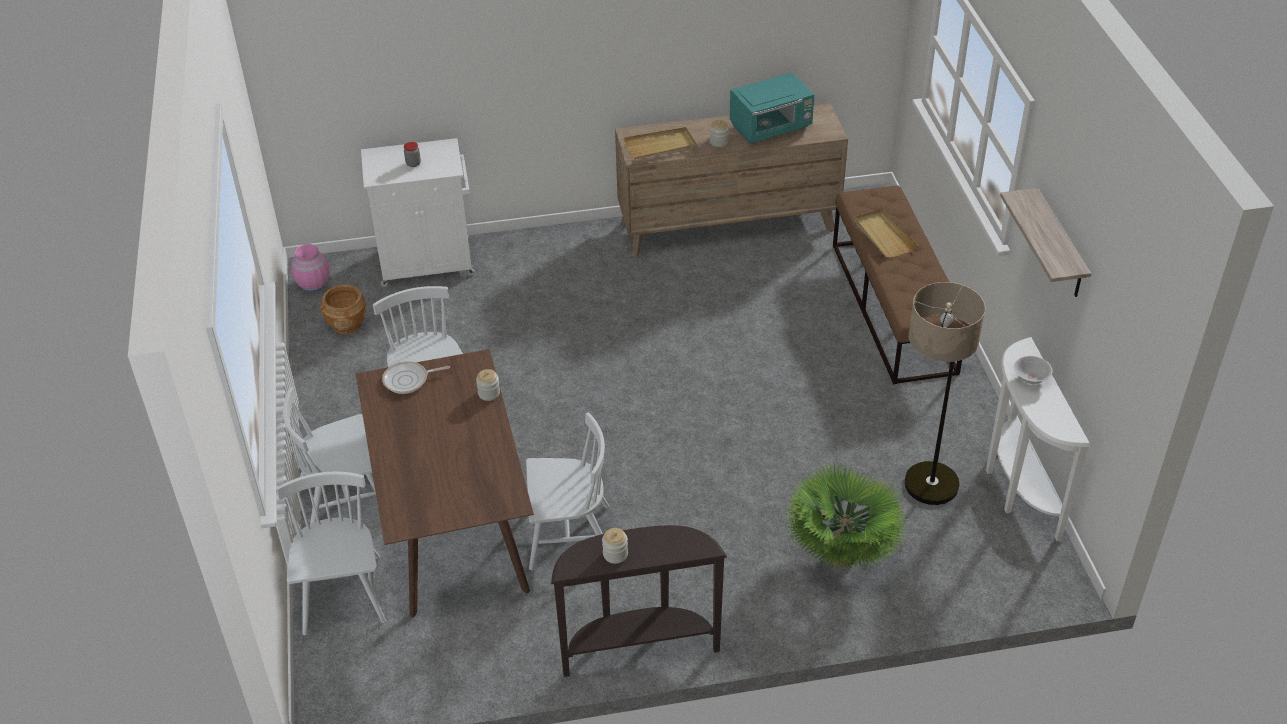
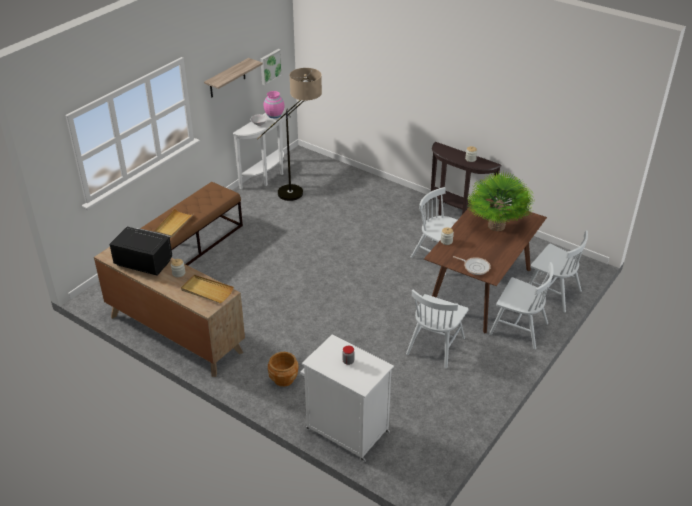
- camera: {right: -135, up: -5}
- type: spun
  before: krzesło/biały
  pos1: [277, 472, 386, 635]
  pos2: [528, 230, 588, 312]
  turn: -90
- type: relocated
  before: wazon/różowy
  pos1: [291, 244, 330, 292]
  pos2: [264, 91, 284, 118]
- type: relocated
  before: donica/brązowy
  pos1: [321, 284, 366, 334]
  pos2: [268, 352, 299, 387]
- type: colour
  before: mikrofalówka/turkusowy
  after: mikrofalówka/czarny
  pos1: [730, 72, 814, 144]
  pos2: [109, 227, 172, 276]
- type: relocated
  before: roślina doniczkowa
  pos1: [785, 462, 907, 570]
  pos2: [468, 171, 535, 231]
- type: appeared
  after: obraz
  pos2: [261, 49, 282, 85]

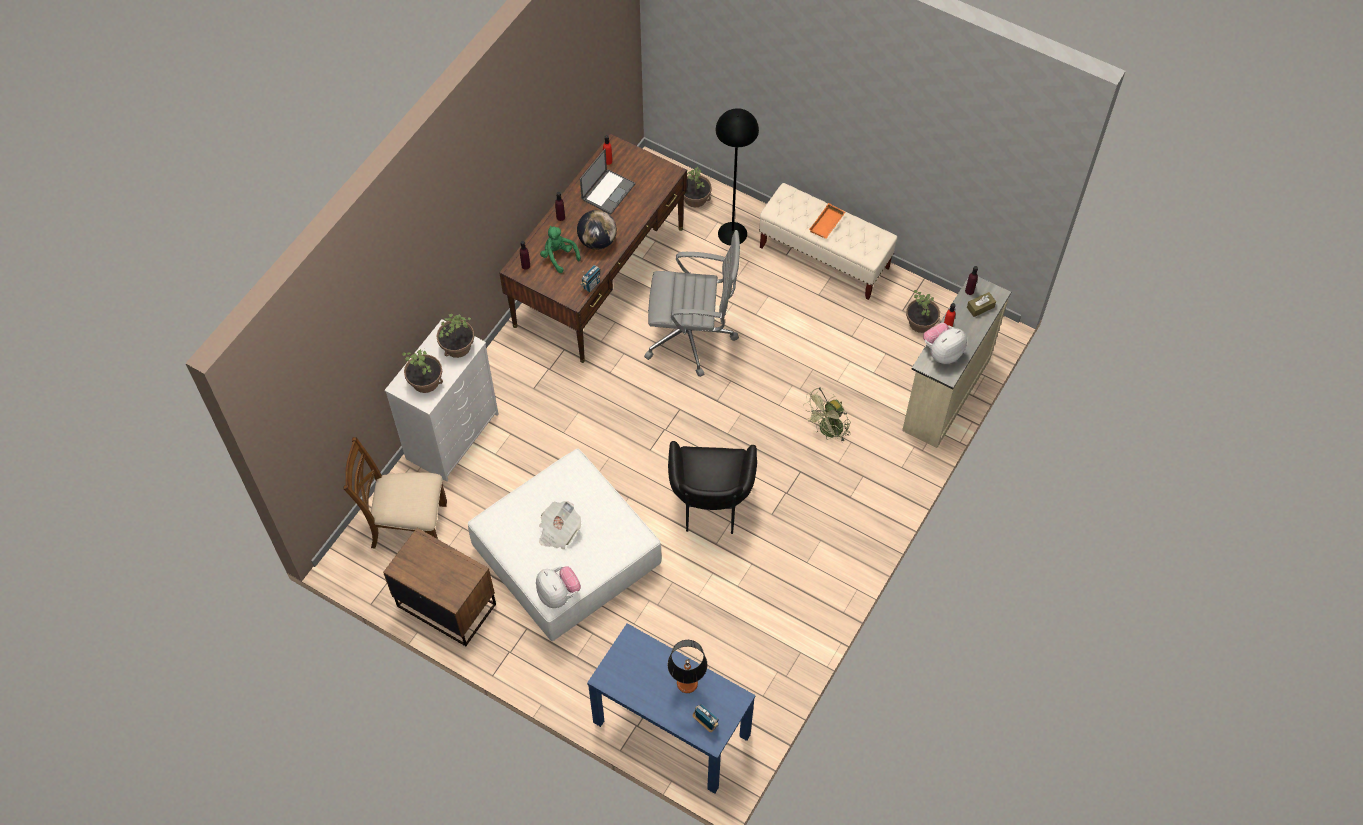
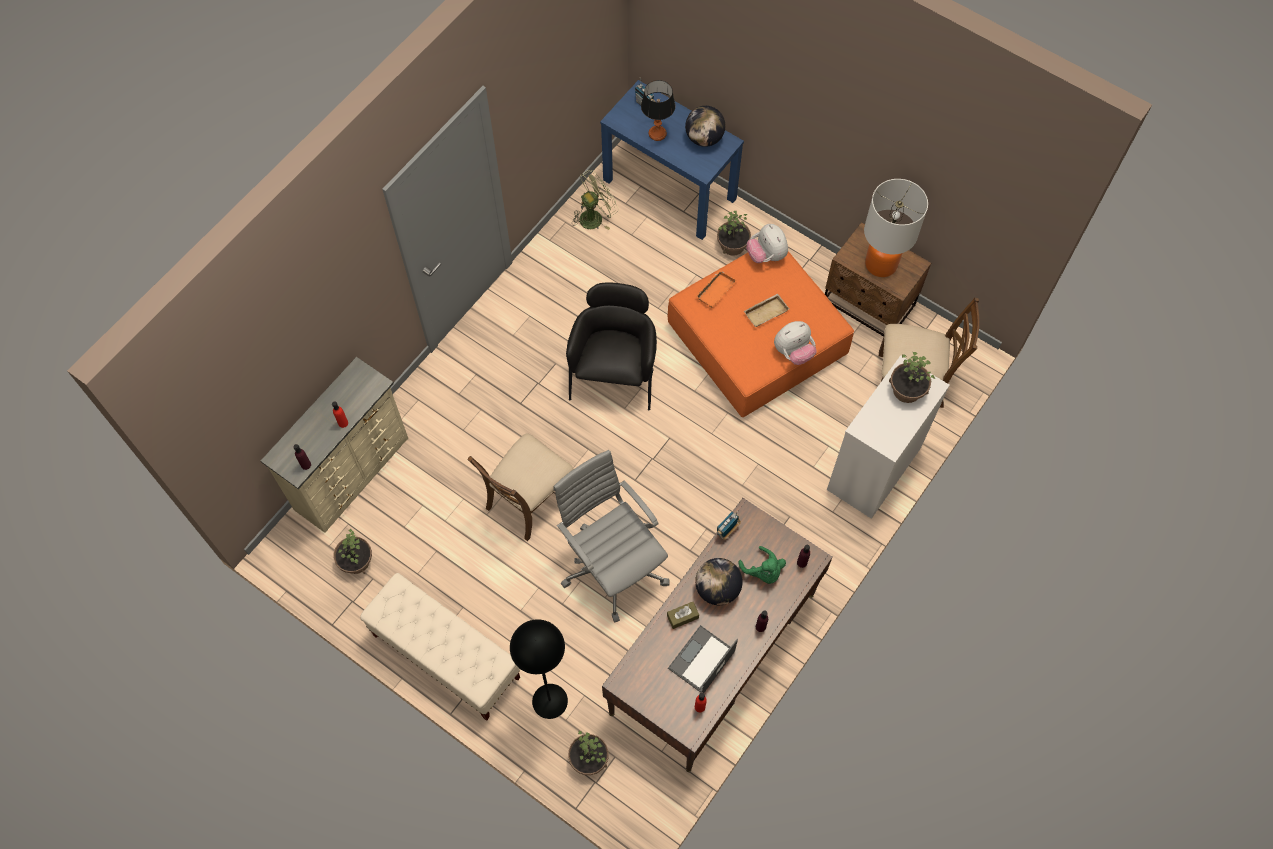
- camera: {right: -175, up: 5}
- type: relocated
  before: roślina doniczkowa
  pos1: [437, 314, 474, 358]
  pos2: [717, 211, 751, 256]
- type: colour
  before: pufa/biały
  after: pufa/pomarańczowy
  pos1: [468, 449, 661, 641]
  pos2: [668, 251, 854, 417]
- type: exchanged
  before: gazeta
  after: taca/beżowy
  pos1: [539, 501, 581, 549]
  pos2: [744, 293, 789, 327]
- type: spun
  before: krzesło biurowe/szary
  pos1: [644, 230, 740, 377]
  pos2: [553, 450, 670, 623]
  turn: 45
- type: relocated
  before: wentylator/zielony
  pos1: [803, 387, 851, 442]
  pos2: [572, 170, 619, 230]
- type: relocated
  before: taca/pomarańczowy
  pos1: [809, 203, 845, 239]
  pos2: [695, 269, 736, 308]
- type: relocated
  before: pluszak
  pos1: [923, 323, 967, 364]
  pos2: [774, 321, 816, 365]
- type: relocated
  before: pudełko chusteczek/brązowy
  pos1: [967, 292, 996, 317]
  pos2: [667, 602, 699, 629]
- type: appeared
  after: krzesło/brązowy
  pos2: [467, 433, 574, 541]
- type: appeared
  after: globus
  pos2: [685, 106, 725, 147]
- type: appeared
  after: lampa stołowa
  pos2: [864, 179, 928, 277]

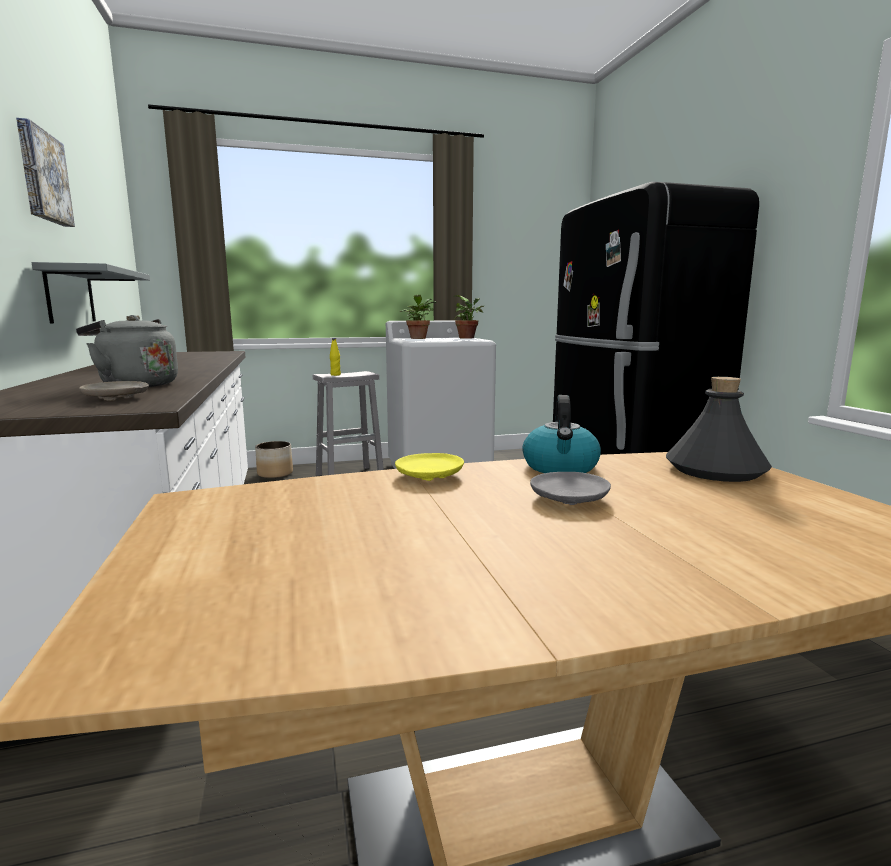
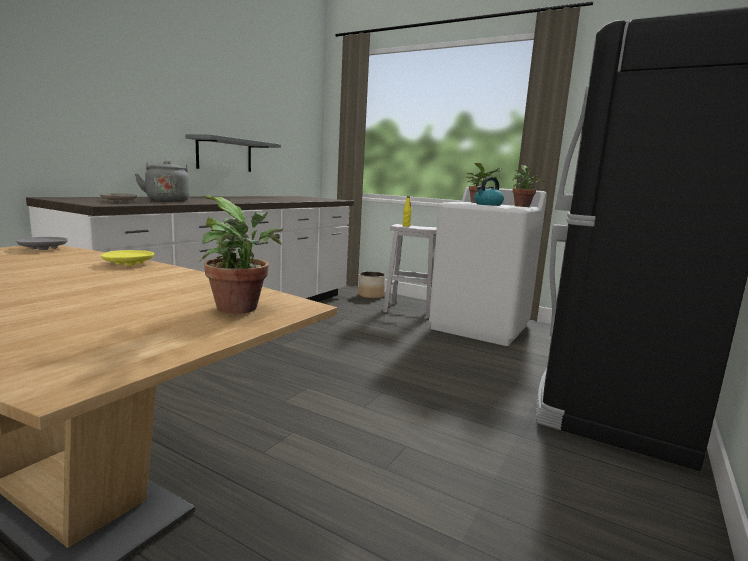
- camera: {right: 45, up: 0}
- type: missing
  before: obraz
  pos1: [16, 118, 75, 227]
- type: relocated
  before: czajnik
  pos1: [522, 395, 601, 473]
  pos2: [474, 177, 504, 206]
- type: relocated
  before: talerz/szary
  pos1: [530, 472, 611, 505]
  pos2: [16, 237, 68, 250]
- type: exchanged
  before: butelka/szary
  after: roślina doniczkowa
  pos1: [666, 377, 772, 482]
  pos2: [200, 196, 283, 314]

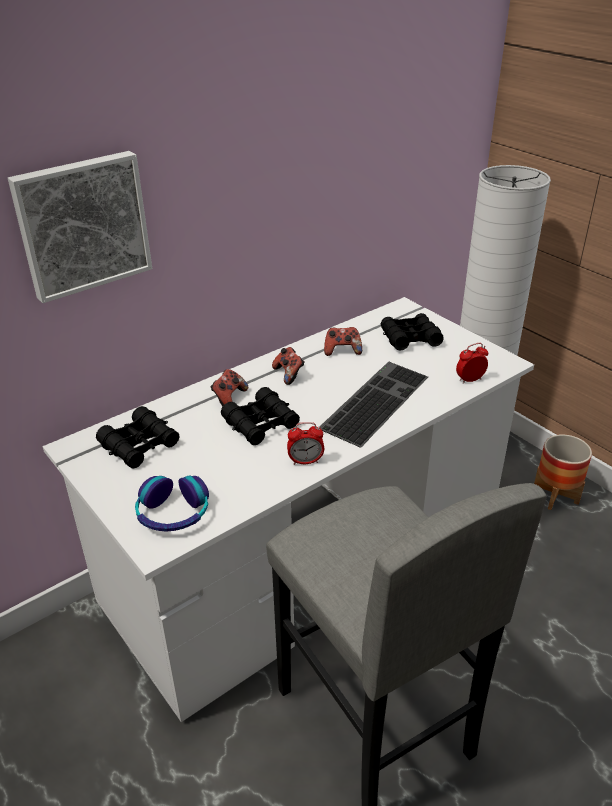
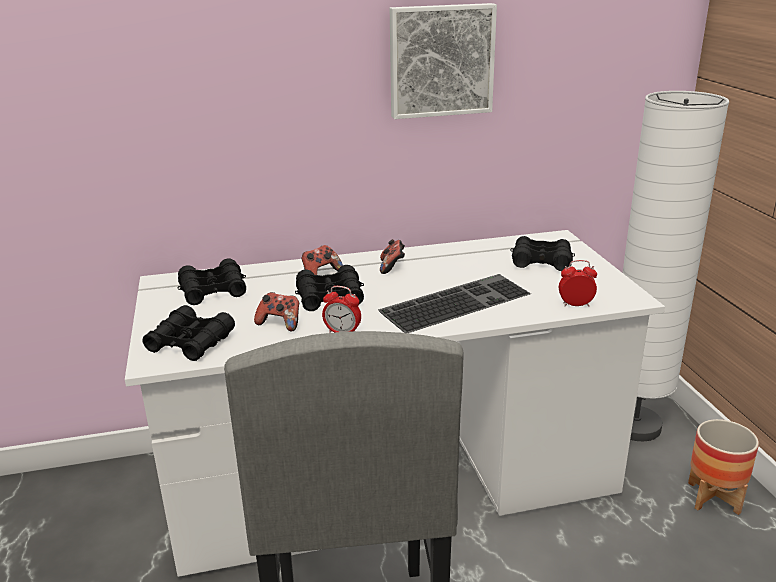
- camera: {right: 25, up: -10}
- type: relocated
  before: obraz
  pos1: [8, 151, 152, 303]
  pos2: [390, 3, 497, 119]
- type: exchanged
  before: słuchawki
  after: lornetka/czarny
  pos1: [135, 476, 209, 532]
  pos2: [143, 305, 235, 361]
- type: relocated
  before: pad do gier
  pos1: [324, 327, 362, 356]
  pos2: [254, 292, 299, 332]

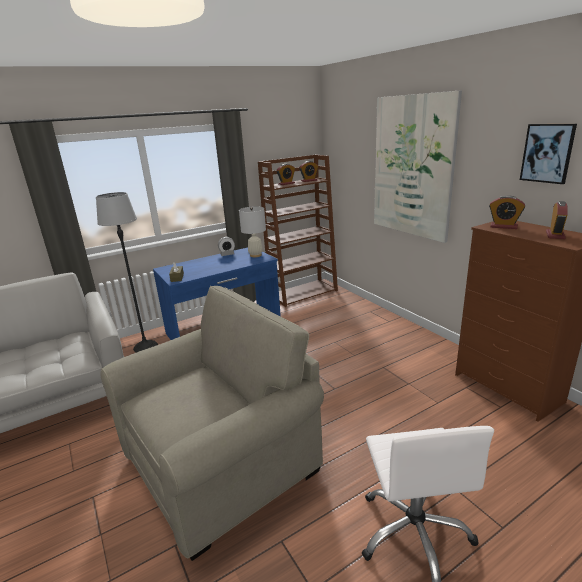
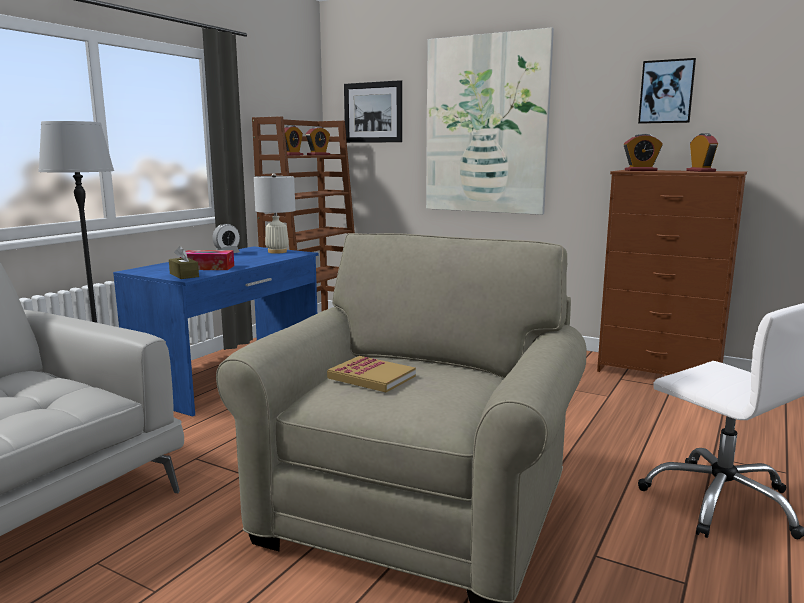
- camera: {right: -30, up: -10}
- type: appeared
  after: pudełko chusteczek
  pos2: [180, 250, 234, 270]
- type: appeared
  after: książka
  pos2: [327, 356, 416, 392]
- type: appeared
  after: obraz
  pos2: [344, 80, 402, 143]

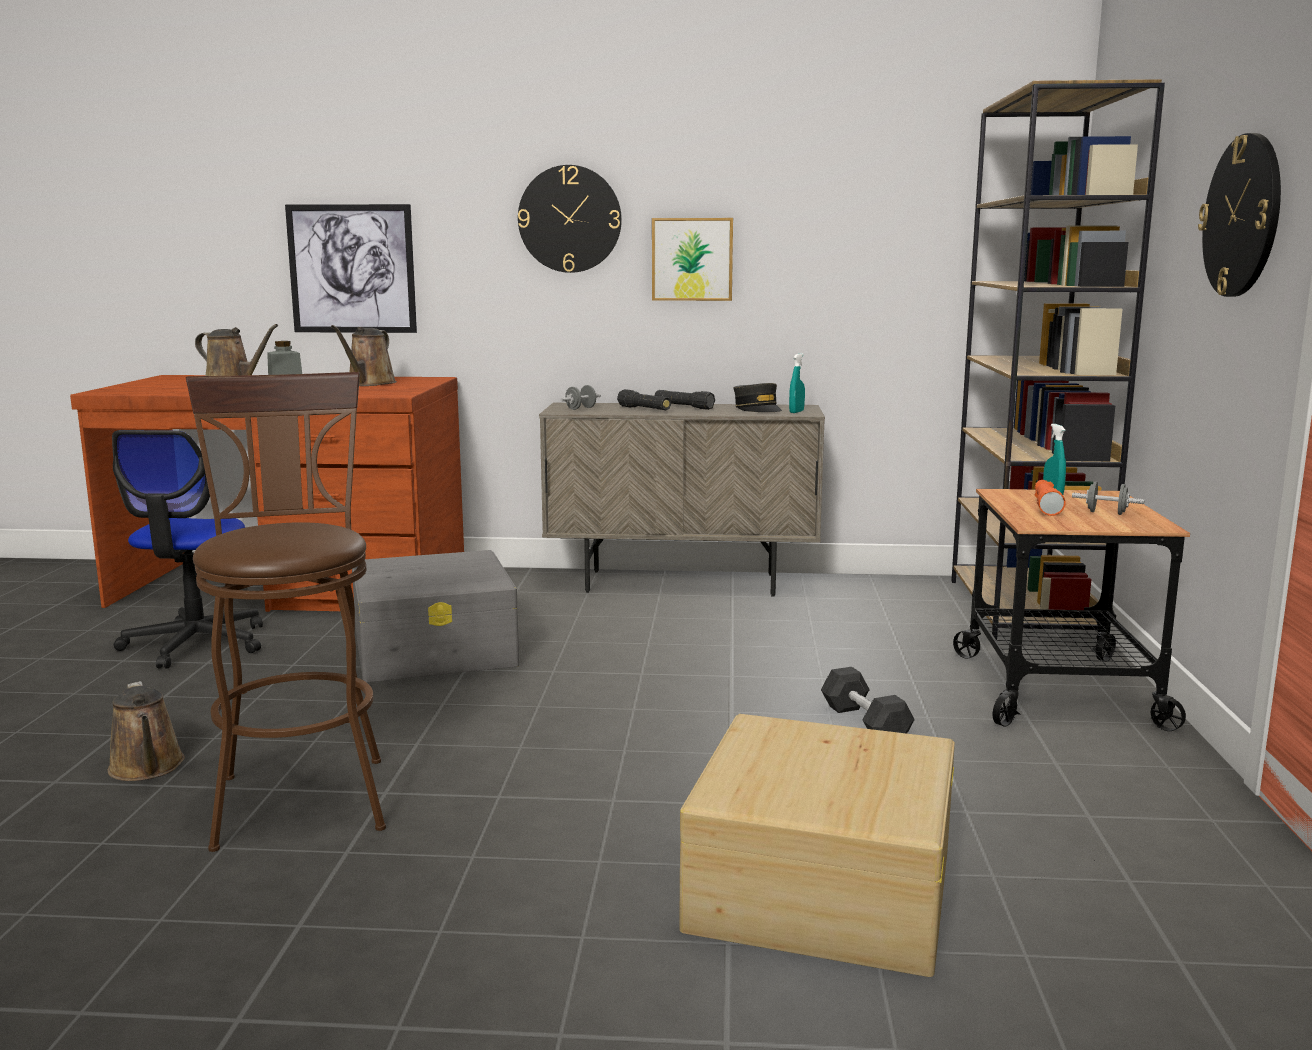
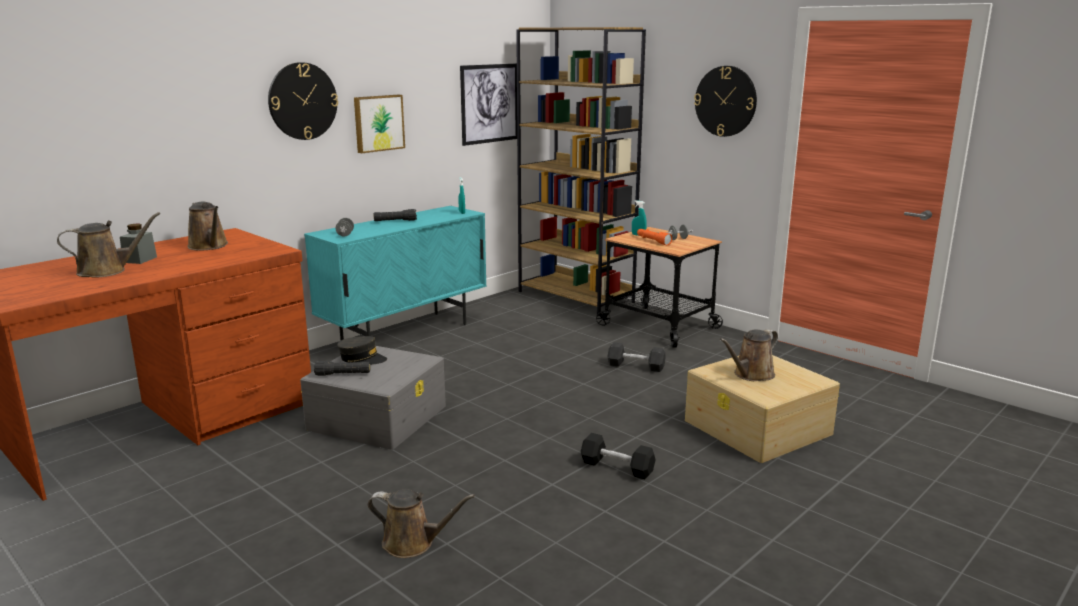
- camera: {right: -50, up: 5}
- type: missing
  before: krzesło biurowe
  pos1: [112, 430, 263, 669]
- type: missing
  before: stołek/brązowy
  pos1: [186, 372, 386, 852]
- type: relocated
  before: obraz
  pos1: [285, 204, 417, 333]
  pos2: [460, 63, 517, 146]
- type: colour
  before: szafka/beżowy
  after: szafka/turkusowy
  pos1: [539, 402, 825, 597]
  pos2: [304, 206, 487, 341]
- type: relocated
  before: latarka/czarny
  pos1: [617, 389, 671, 410]
  pos2: [314, 361, 370, 376]
- type: relocated
  before: czapka z daszkiem/szary
  pos1: [734, 383, 782, 412]
  pos2: [337, 336, 387, 365]
- type: appeared
  after: hantel/czarny
  pos2: [581, 433, 656, 479]
- type: appeared
  after: konewka/brązowy
  pos2: [720, 329, 778, 381]

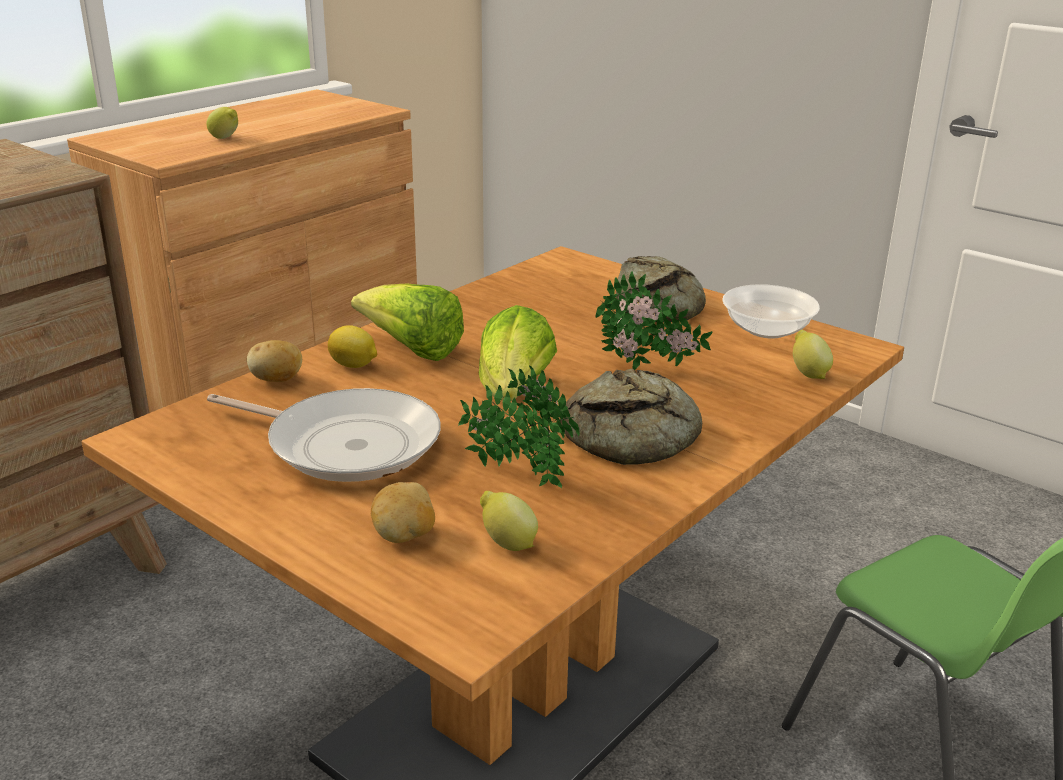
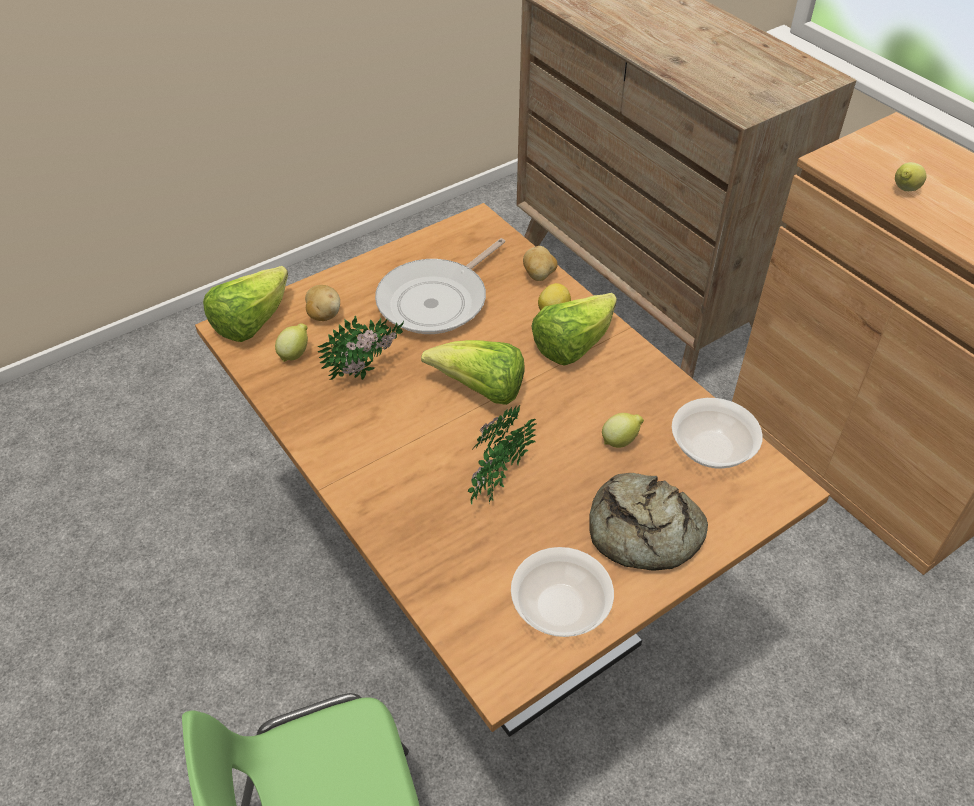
- camera: {right: 105, up: 20}
- type: missing
  before: chleb
  pos1: [560, 369, 702, 465]
- type: relocated
  before: cytryna
  pos1: [793, 330, 833, 379]
  pos2: [602, 413, 644, 448]
- type: appeared
  after: sałata
  pos2: [203, 266, 288, 342]
- type: appeared
  after: miska
  pos2: [672, 398, 763, 468]

